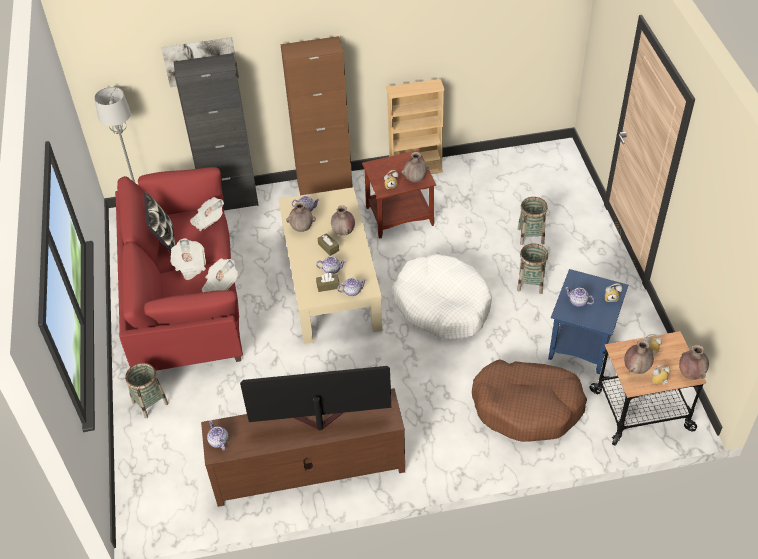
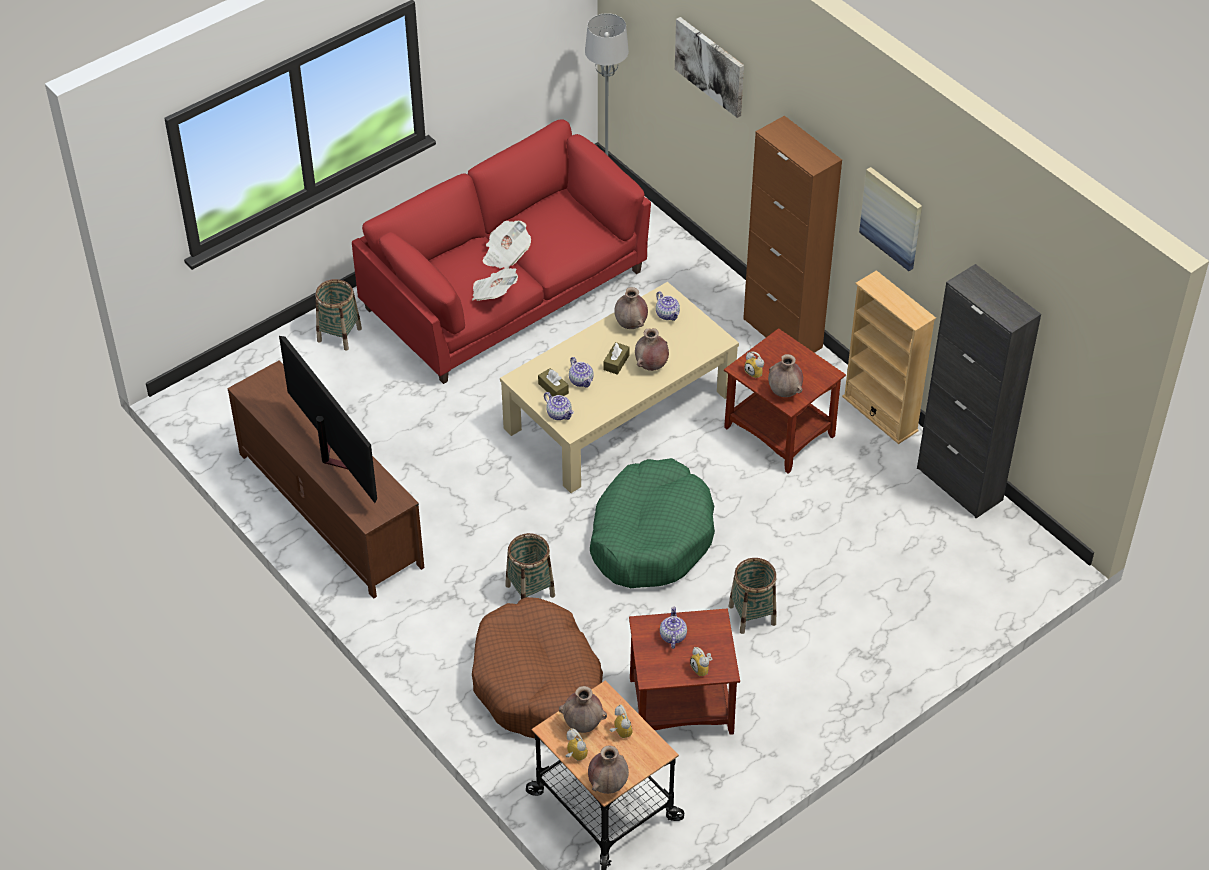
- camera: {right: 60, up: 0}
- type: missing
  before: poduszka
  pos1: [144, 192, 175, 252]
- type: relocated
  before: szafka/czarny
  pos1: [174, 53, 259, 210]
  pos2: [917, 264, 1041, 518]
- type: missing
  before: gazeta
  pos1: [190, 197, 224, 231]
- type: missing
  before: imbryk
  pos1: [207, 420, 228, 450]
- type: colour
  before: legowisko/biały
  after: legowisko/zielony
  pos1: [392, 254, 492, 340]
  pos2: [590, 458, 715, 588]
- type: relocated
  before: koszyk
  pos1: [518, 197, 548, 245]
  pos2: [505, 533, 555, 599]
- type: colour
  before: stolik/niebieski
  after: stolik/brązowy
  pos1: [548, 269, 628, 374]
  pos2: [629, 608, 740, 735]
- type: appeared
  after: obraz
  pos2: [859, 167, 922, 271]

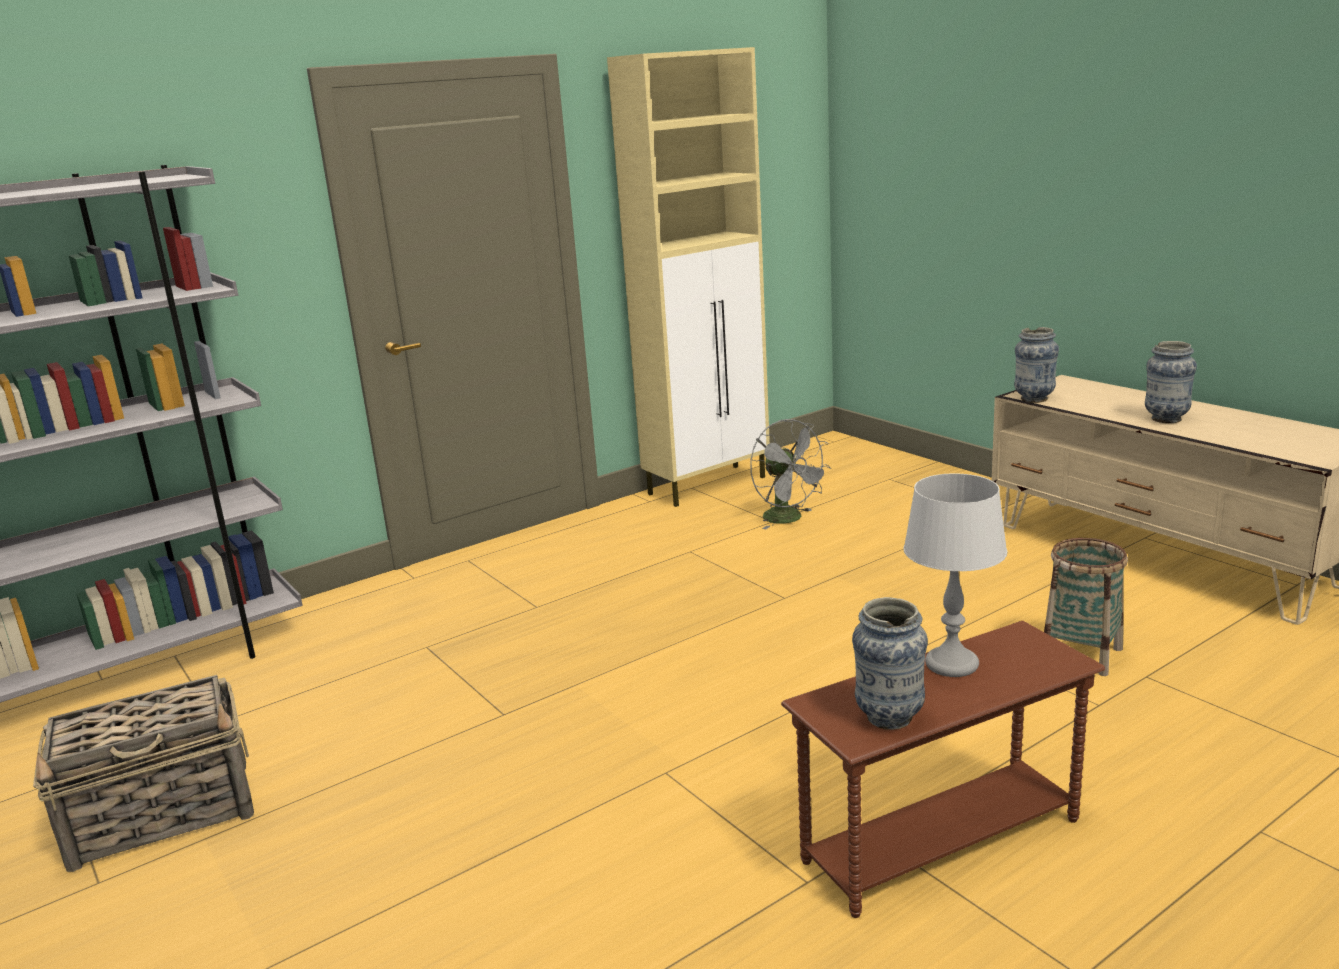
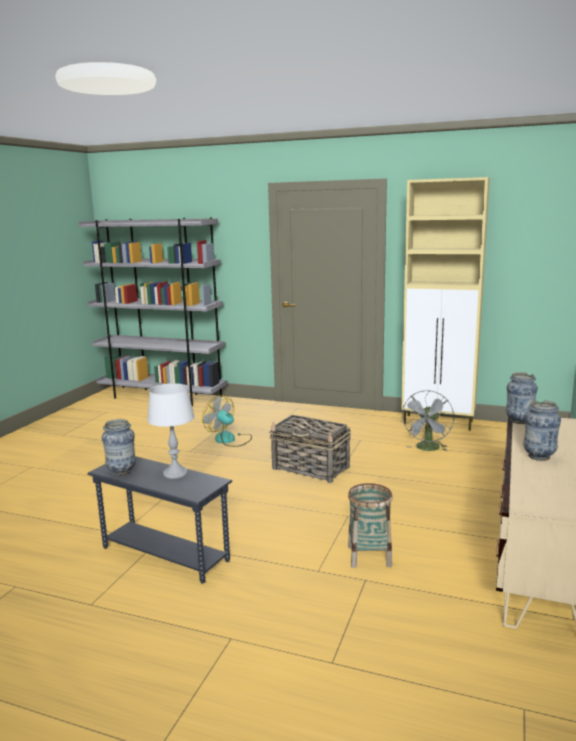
- camera: {right: 55, up: -5}
- type: relocated
  before: koszyk
  pos1: [33, 675, 254, 872]
  pos2: [269, 415, 351, 483]
- type: colour
  before: stolik/brązowy
  after: stolik/szary
  pos1: [781, 620, 1105, 918]
  pos2: [87, 456, 232, 584]
- type: appeared
  after: wentylator
  pos2: [202, 395, 252, 447]

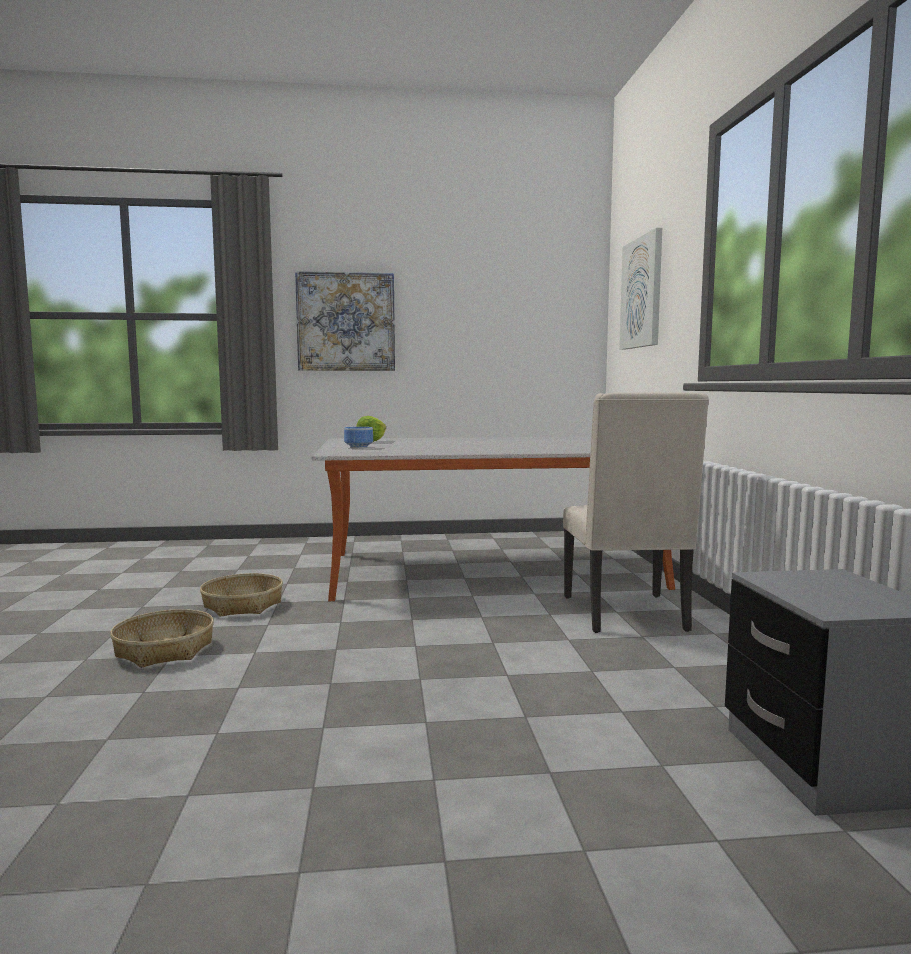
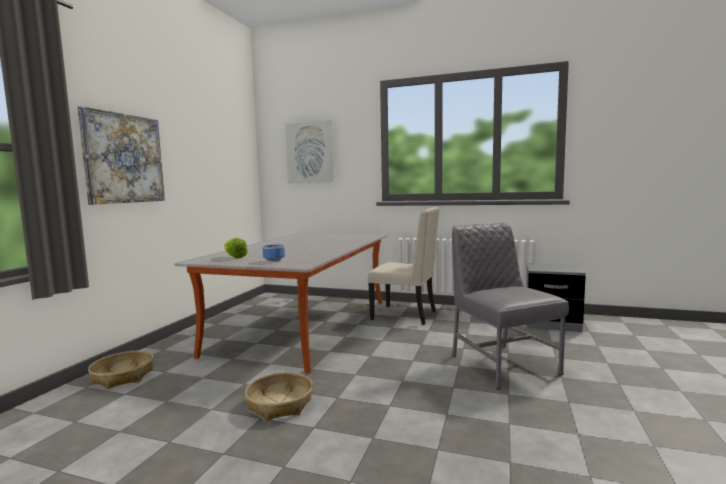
- camera: {right: -65, up: 0}
- type: relocated
  before: koszyk
  pos1: [110, 609, 214, 668]
  pos2: [88, 351, 153, 389]
- type: appeared
  after: krzesło/szary
  pos2: [452, 223, 569, 390]

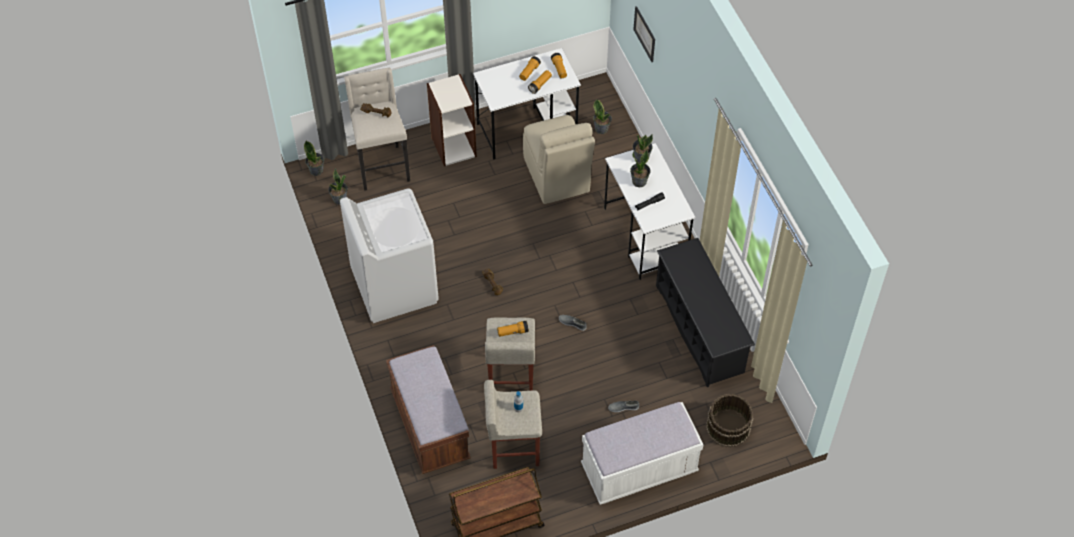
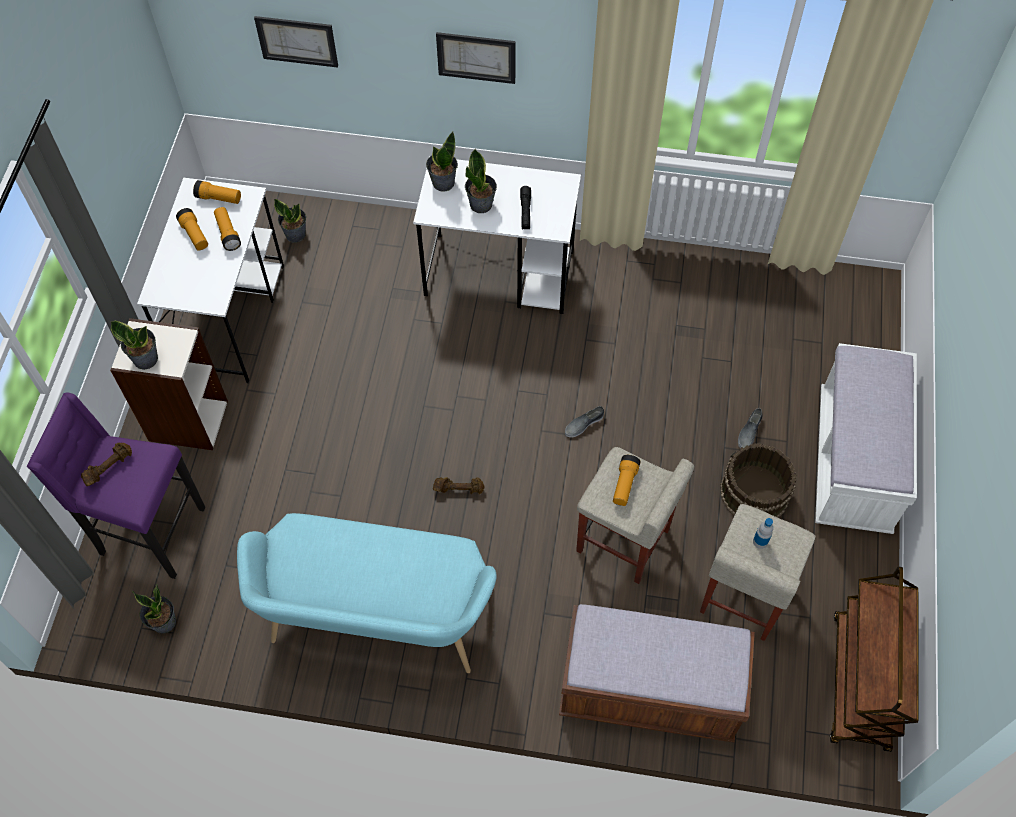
- camera: {right: -60, up: 5}
- type: relocated
  before: roślina doniczkowa
  pos1: [304, 141, 324, 176]
  pos2: [110, 321, 158, 370]
- type: exchanged
  before: pralka/biały
  after: ławka/turkusowy
  pos1: [340, 188, 439, 323]
  pos2: [237, 513, 497, 673]
- type: colour
  before: stołek/beżowy
  after: stołek/fioletowy
  pos1: [344, 68, 410, 191]
  pos2: [27, 392, 206, 579]
- type: missing
  before: krzesło/beżowy
  pos1: [523, 115, 595, 204]
- type: missing
  before: regał na buty/czarny
  pos1: [656, 238, 755, 387]
- type: relocated
  before: wiadro/brązowy
  pos1: [706, 394, 754, 447]
  pos2: [720, 443, 796, 518]
- type: appeared
  after: obraz
  pos2: [436, 32, 516, 84]

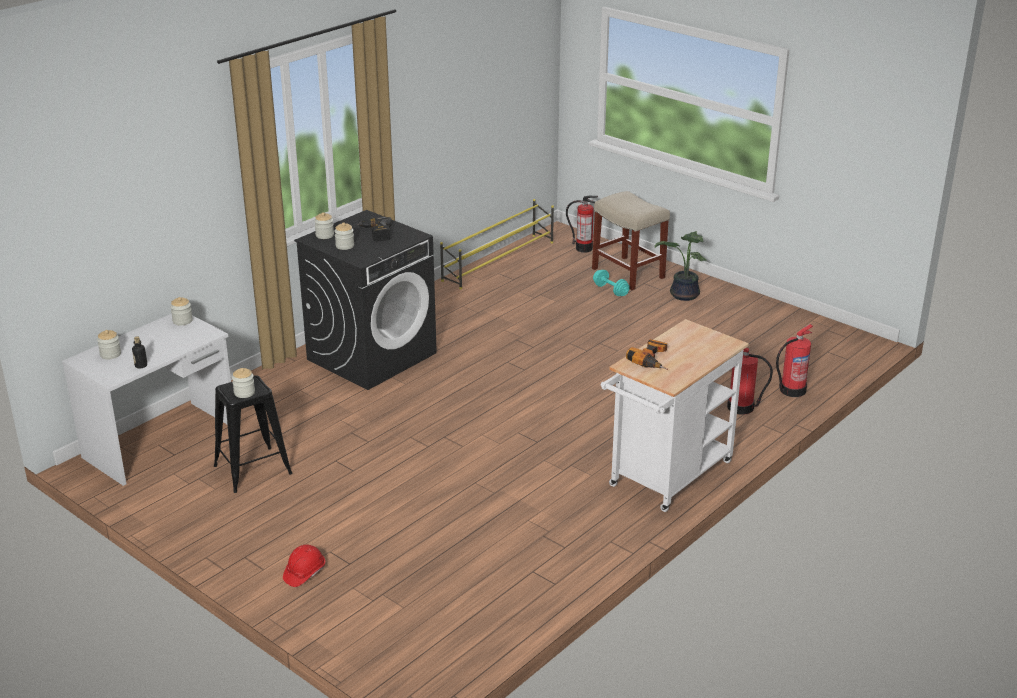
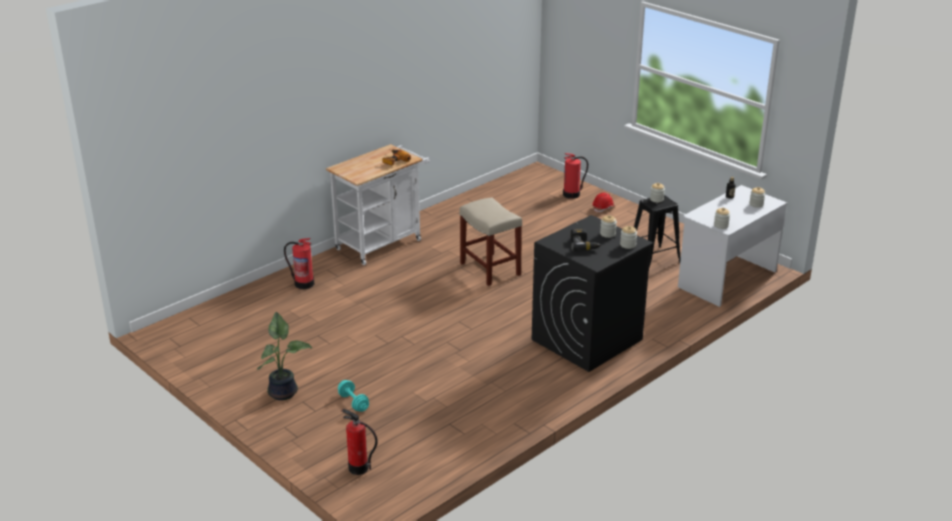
- camera: {right: -175, up: 0}
- type: missing
  before: regał na buty/żółty
  pos1: [440, 199, 554, 289]
- type: relocated
  before: stołek/beżowy
  pos1: [592, 191, 670, 290]
  pos2: [459, 197, 522, 286]
- type: relocated
  before: gaśnica
  pos1: [776, 324, 813, 397]
  pos2: [563, 153, 588, 199]

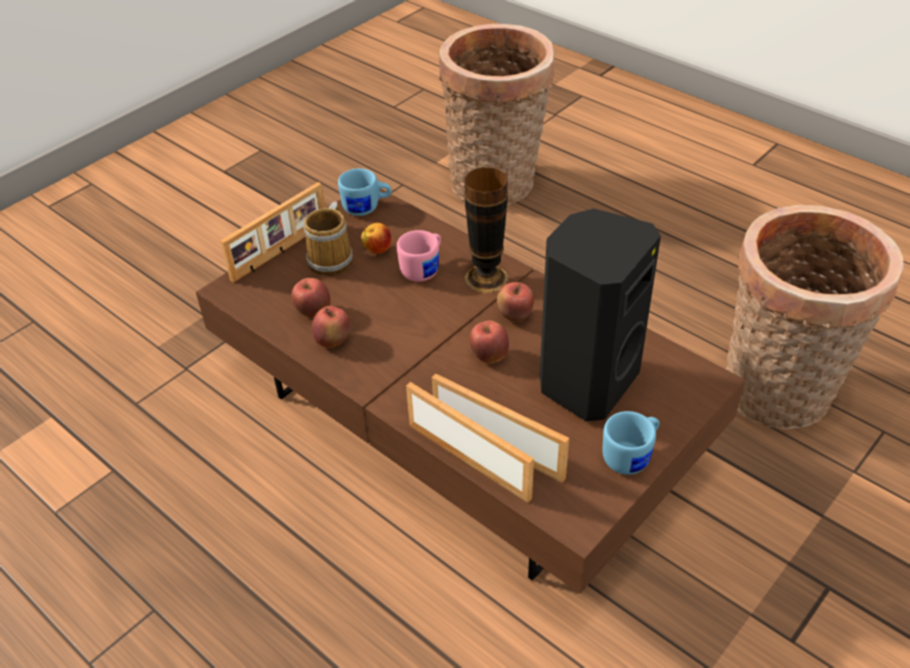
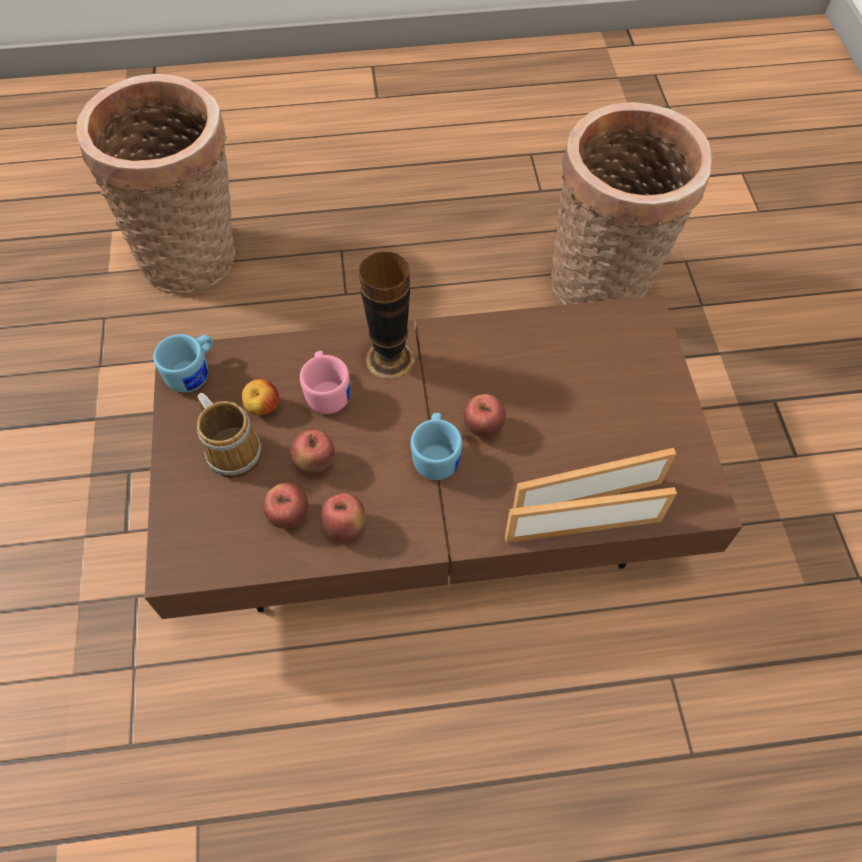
- camera: {right: -50, up: 15}
- type: missing
  before: ramka na zdjęcie
  pos1: [220, 182, 325, 283]
- type: relocated
  before: jabłko
  pos1: [497, 282, 534, 322]
  pos2: [290, 429, 335, 473]
- type: missing
  before: głośnik/czarny
  pos1: [540, 208, 661, 421]
- type: relocated
  before: kubek/niebieski
  pos1: [603, 411, 660, 475]
  pos2: [411, 413, 462, 480]

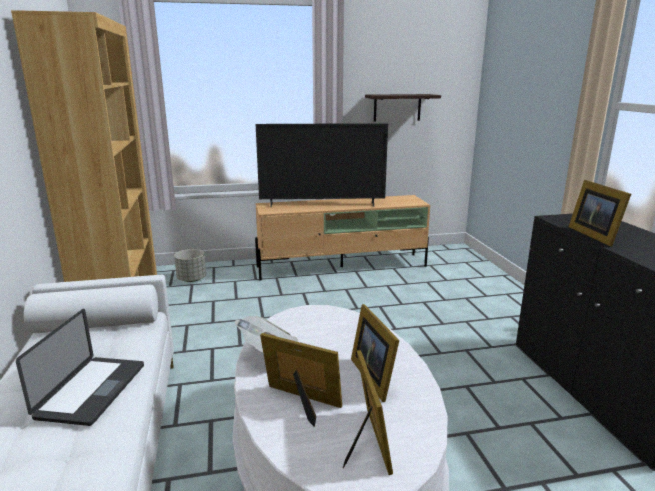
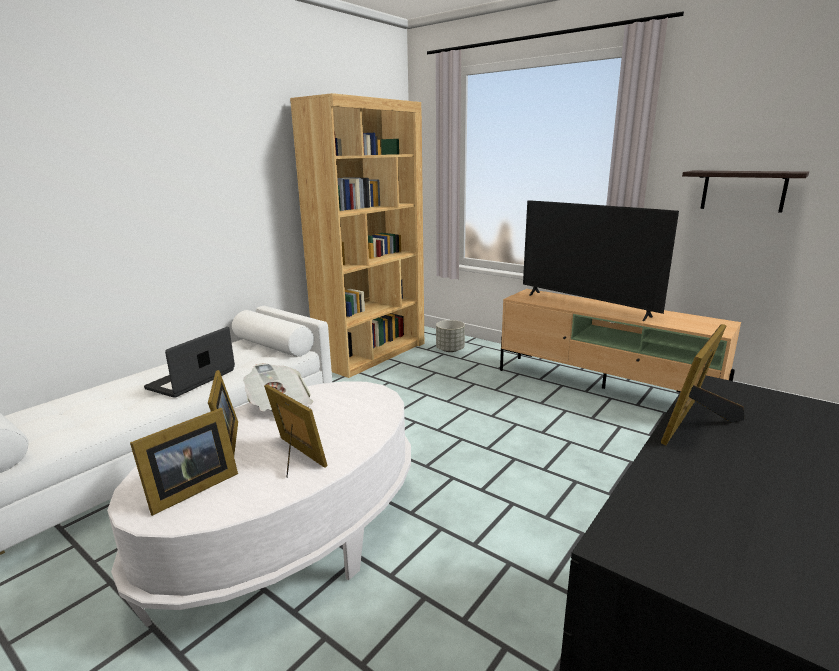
- camera: {right: 50, up: 0}
- type: spun
  before: laptop
  pos1: [16, 309, 144, 426]
  pos2: [144, 327, 235, 398]
  turn: 150
- type: spun
  before: ramka na zdjęcie
  pos1: [351, 304, 399, 402]
  pos2: [264, 385, 327, 476]
  turn: 105

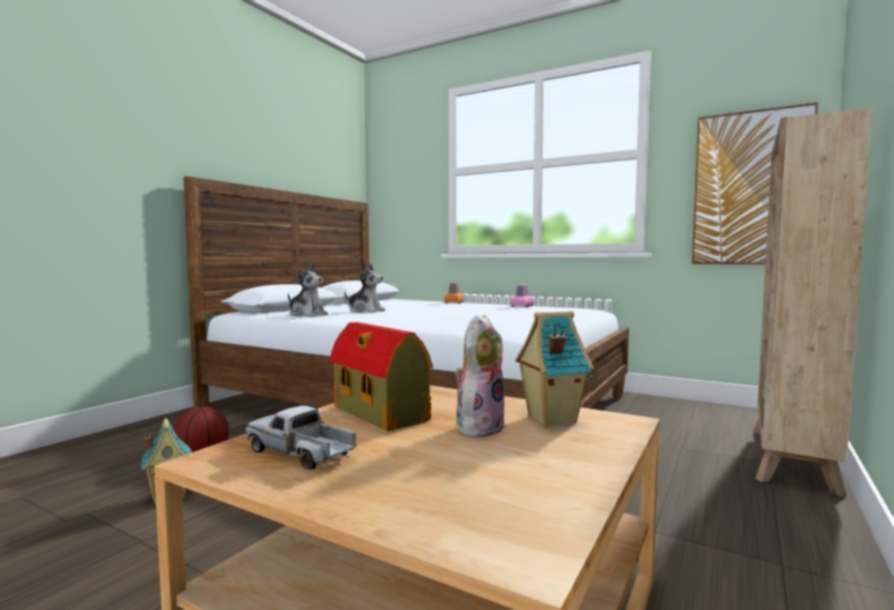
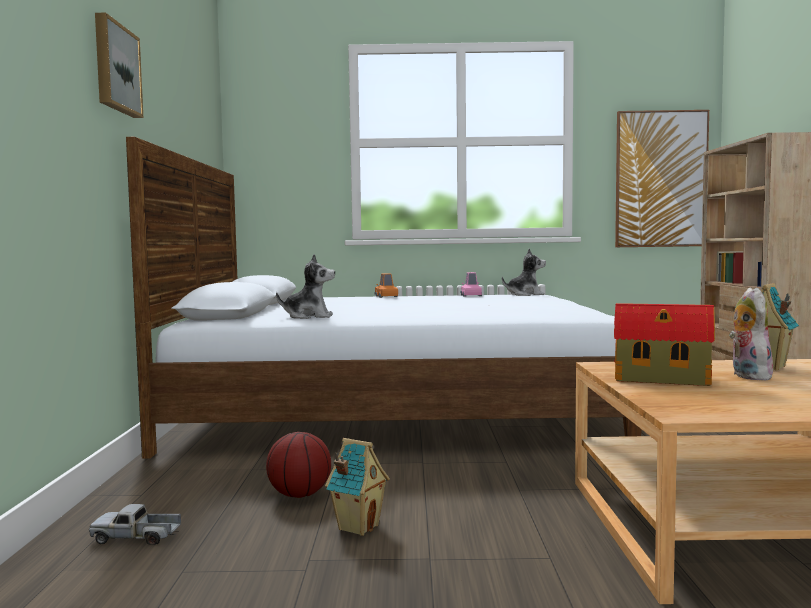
- camera: {right: -30, up: 0}
- type: relocated
  before: ciężarówka zabawkowa
  pos1: [245, 406, 356, 469]
  pos2: [89, 504, 181, 545]
- type: relocated
  before: pluszak
  pos1: [344, 263, 385, 313]
  pos2: [502, 249, 546, 296]
- type: appeared
  after: obraz
  pos2: [95, 13, 143, 118]

